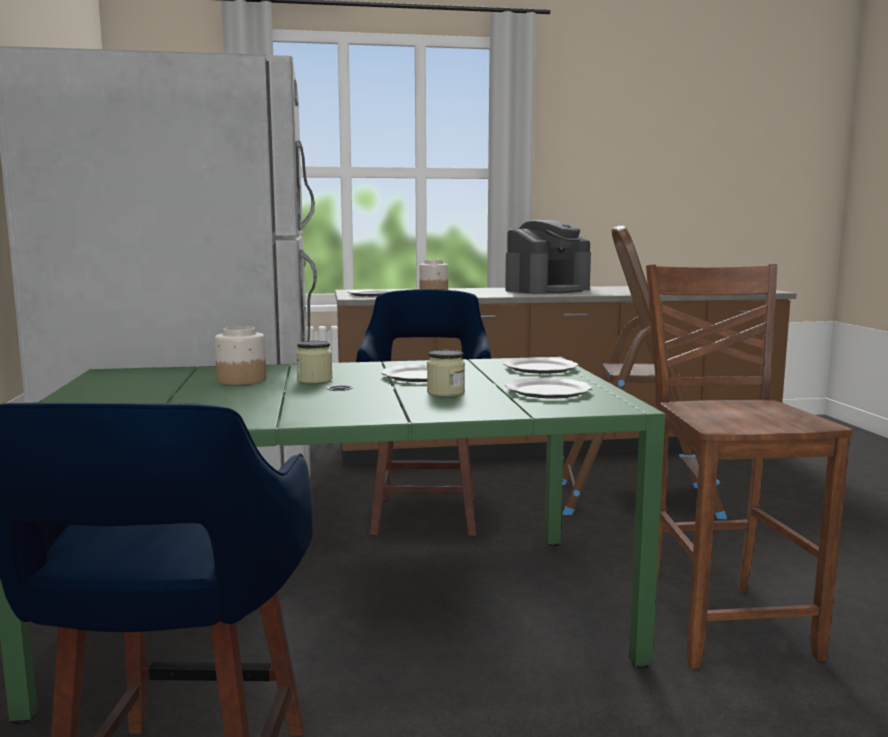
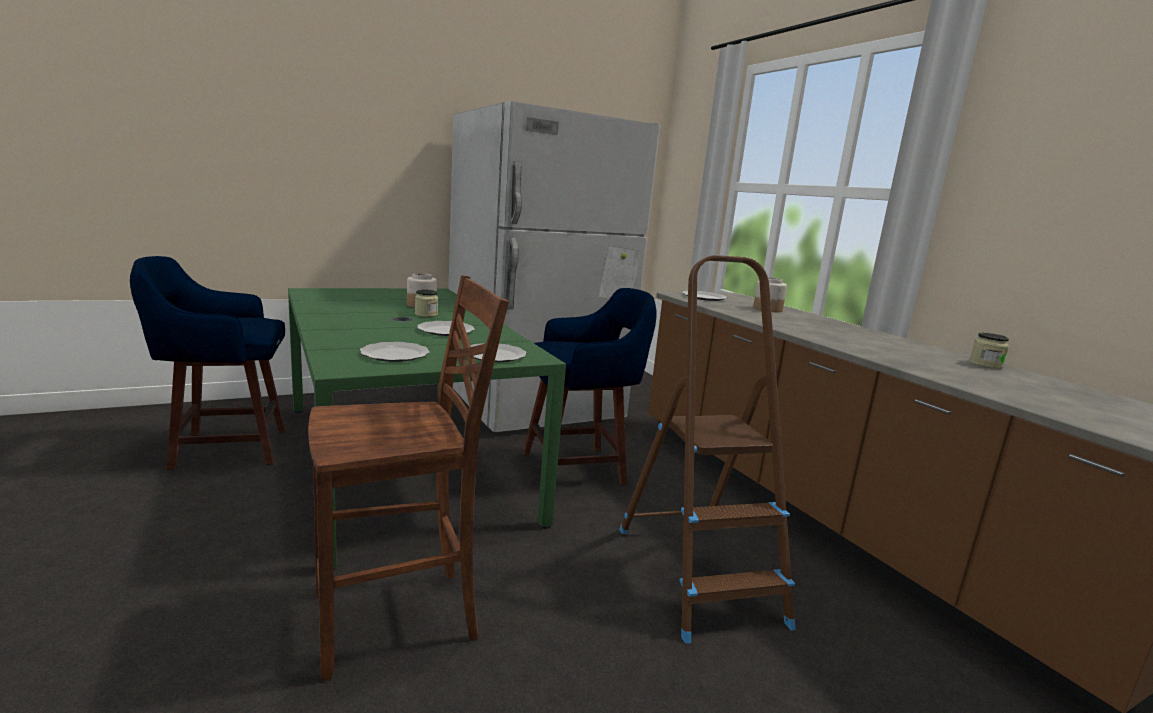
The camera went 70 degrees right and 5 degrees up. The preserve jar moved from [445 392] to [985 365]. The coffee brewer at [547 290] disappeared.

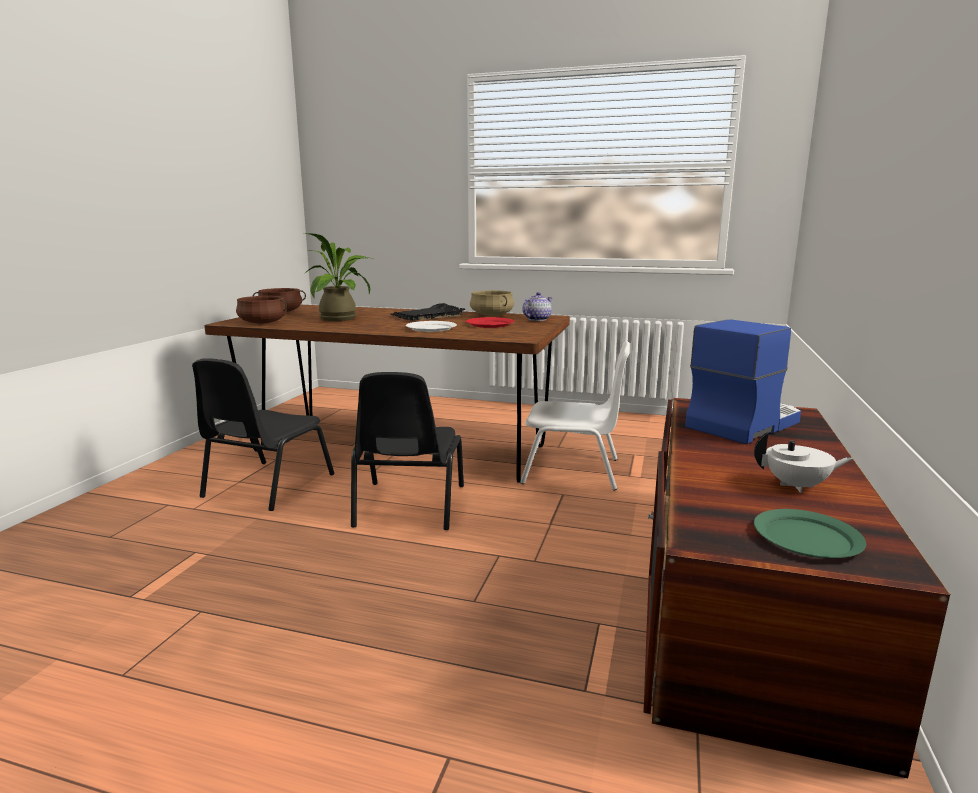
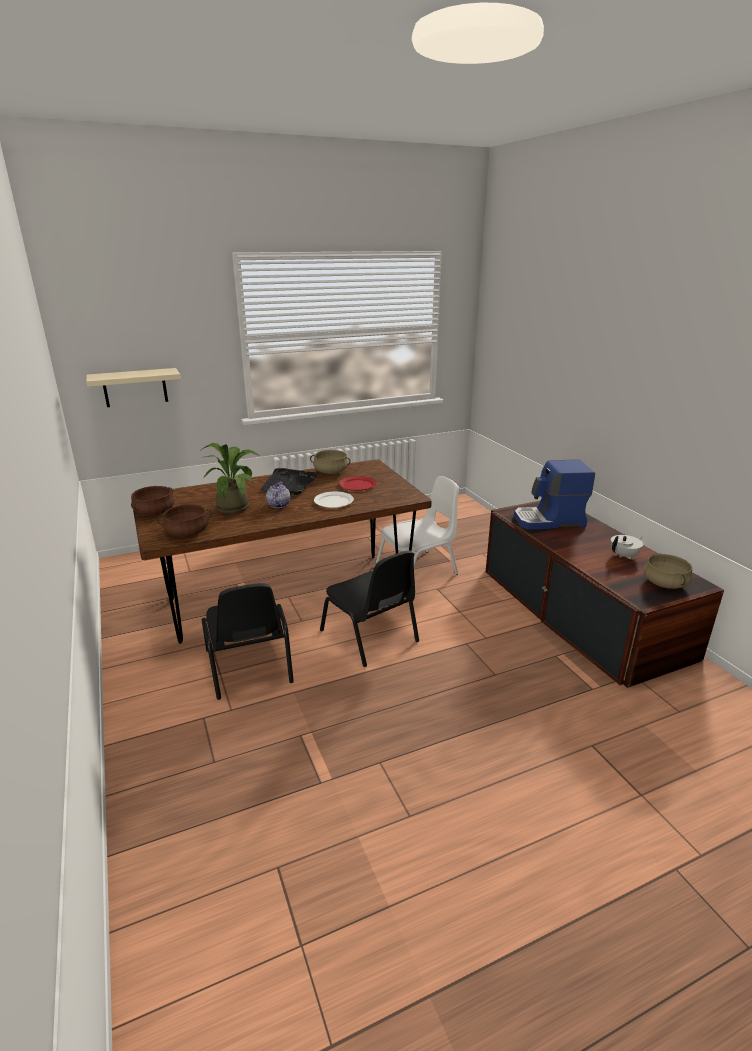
The camera went 40 degrees left and 10 degrees up. The wall shelf/beige-coloured at [135 387] appeared. The pot for tea moved from [537 319] to [278 505]. The coffee brewer at [742 424] turned 105 degrees counterclockwise. The plate/green-coloured at [807 538] was replaced by the stockpot/beige-coloured at [665 583].

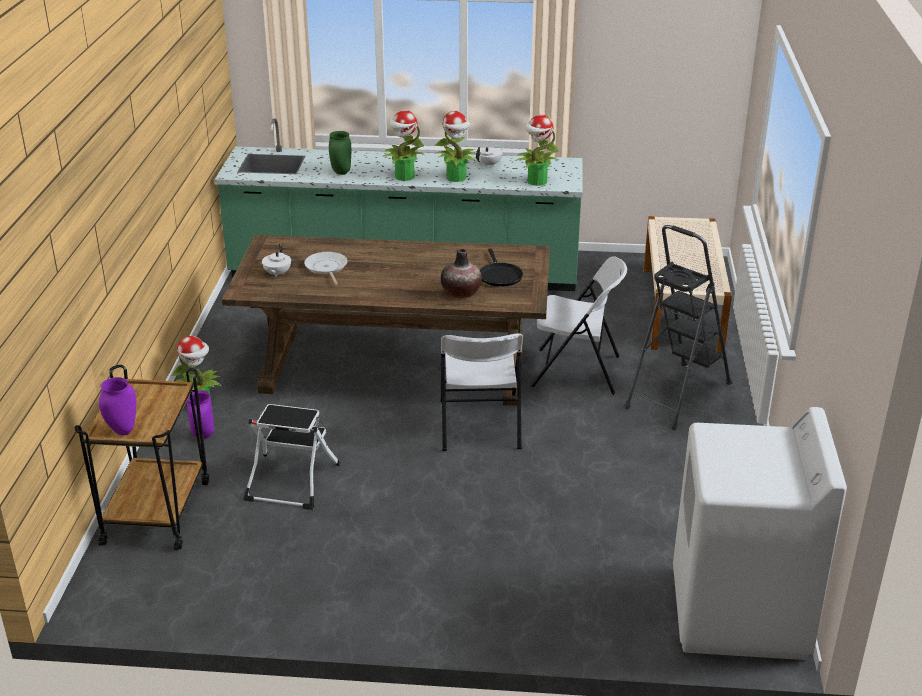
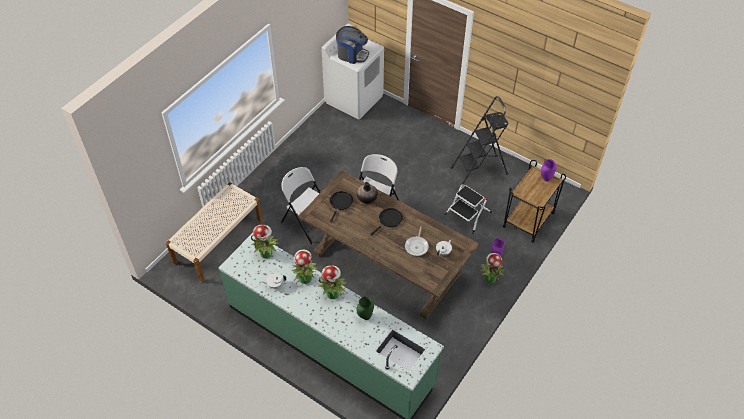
The camera went 150 degrees left and 20 degrees up. The coffee brewer at [352 55] appeared. The skillet/black at [389 220] appeared. The step ladder moved from [677 395] to [480 170].

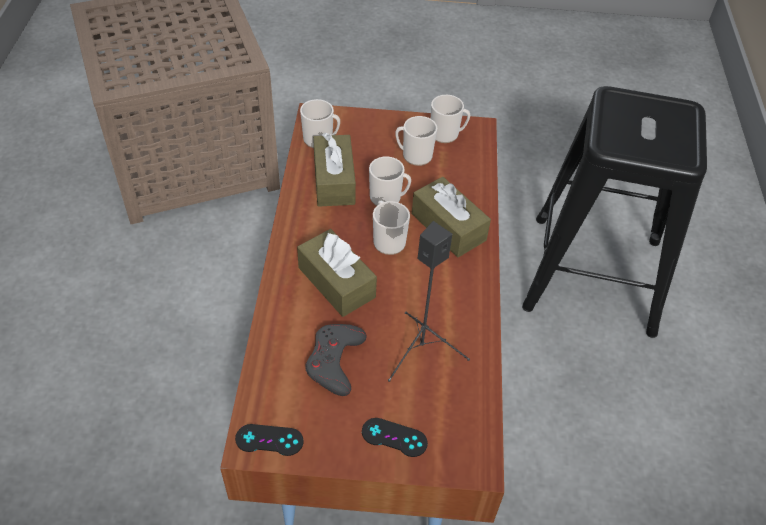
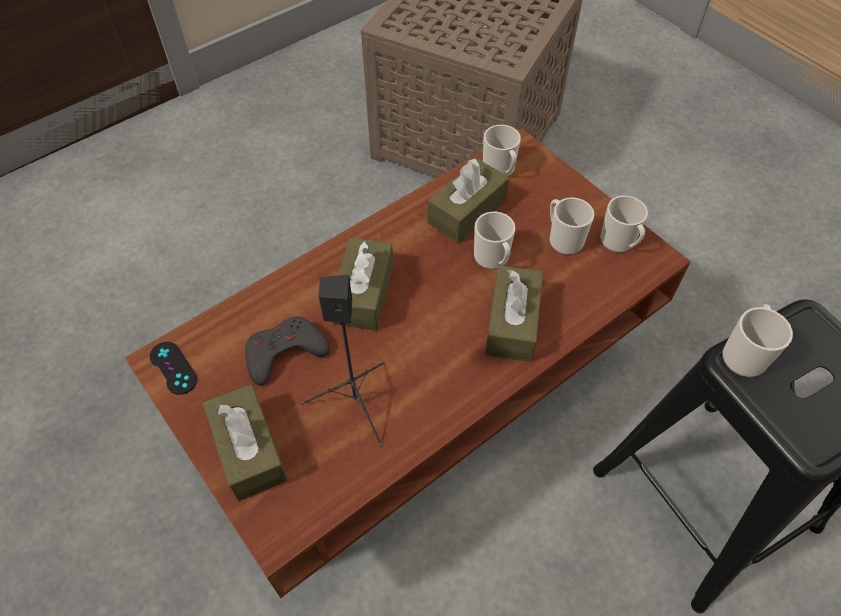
The camera went 50 degrees right and 5 degrees up. The joypad/black at [394 437] was replaced by the box of tissues/brown-coloured at [249 450]. The tea mug moved from [387 240] to [744 354].

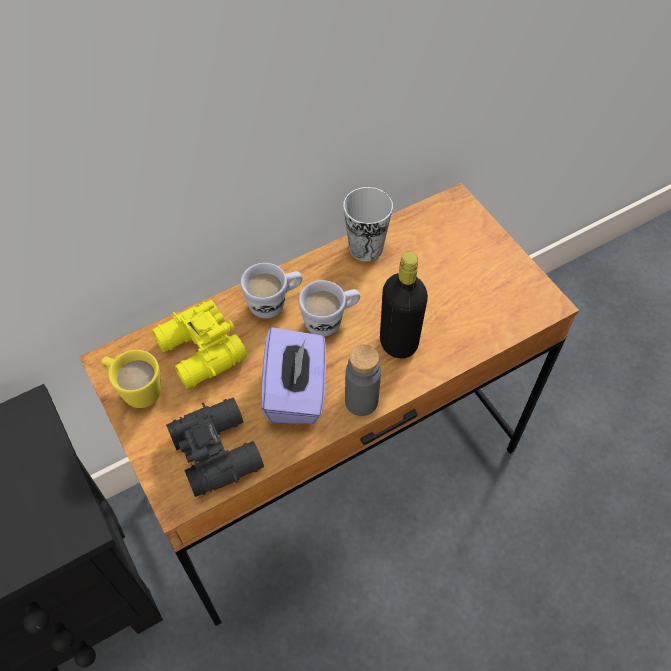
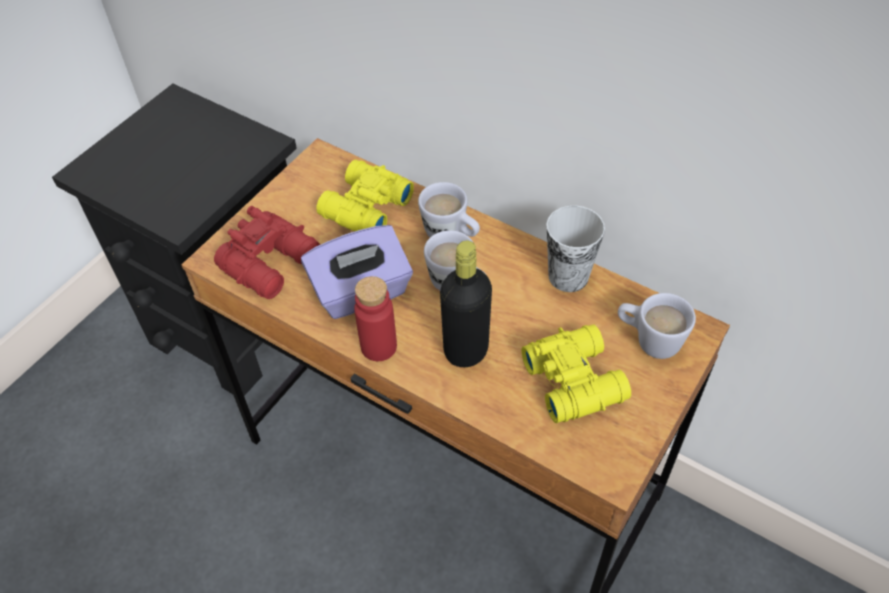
The camera went 65 degrees right and 5 degrees down. The pair of binoculars/black at [218 449] became the pair of binoculars/reddish at [273 263]. The drink bottle/gray at [361 401] became the drink bottle/reddish at [378 346]. The pair of binoculars/yellow-coloured at [574 379] appeared. The tea mug/white at [648 340] appeared. The tea mug/yellow-coloured at [135 389] disappeared.

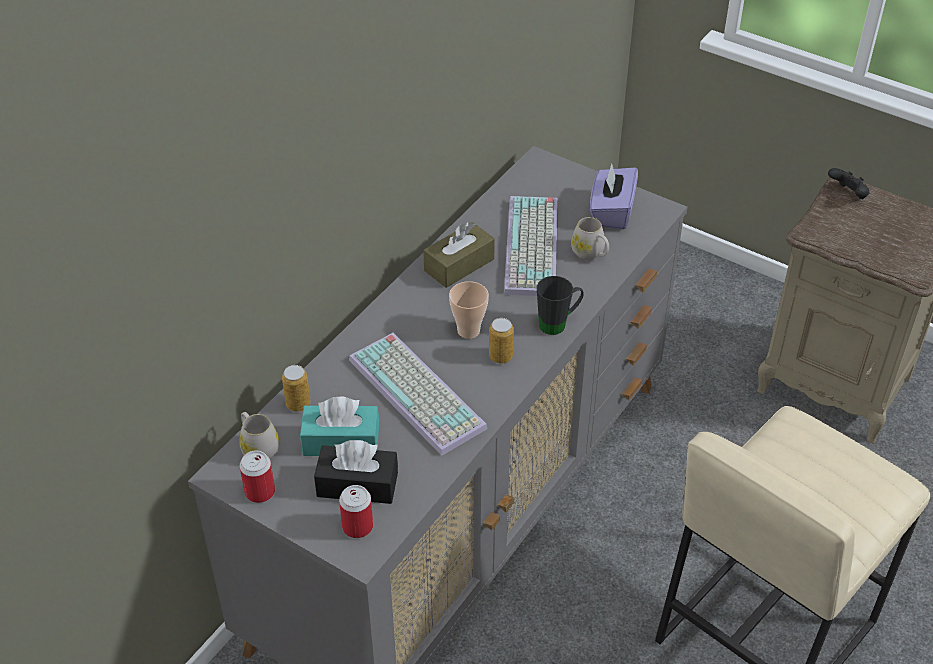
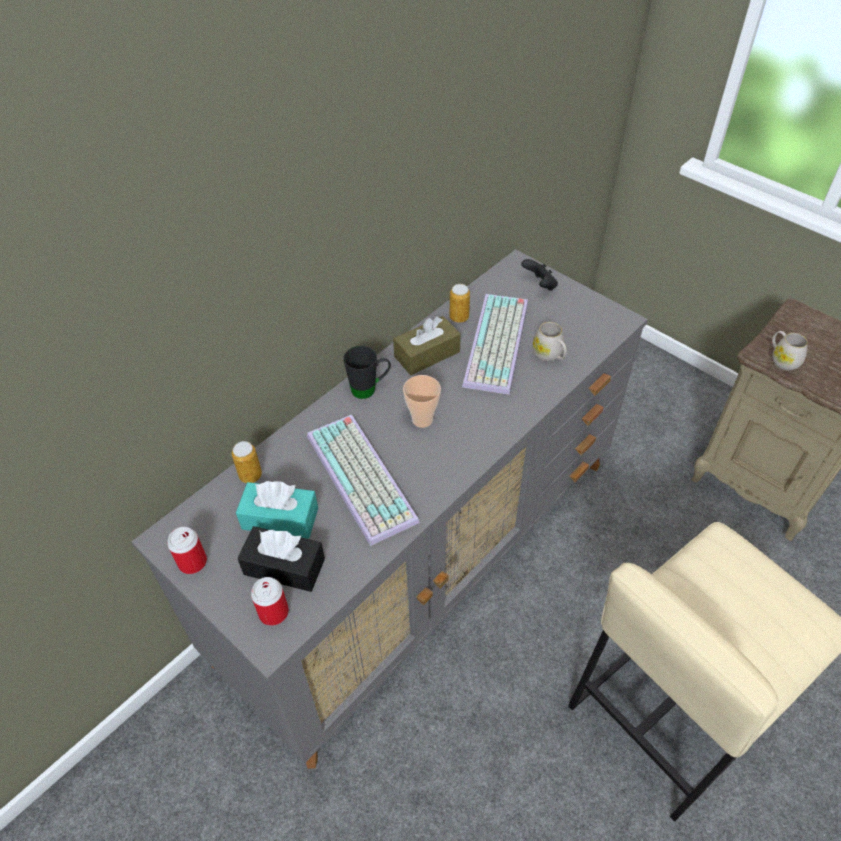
The camera went 10 degrees right and 5 degrees up. The tea mug/black moved from [558 323] to [369 389]. The metal can moved from [500 356] to [459 317]. The joypad/black moved from [848 194] to [540 285]. The tea mug/white moved from [258 447] to [782 359]. The box of tissues/purple-coloured at [611 212] disappeared.

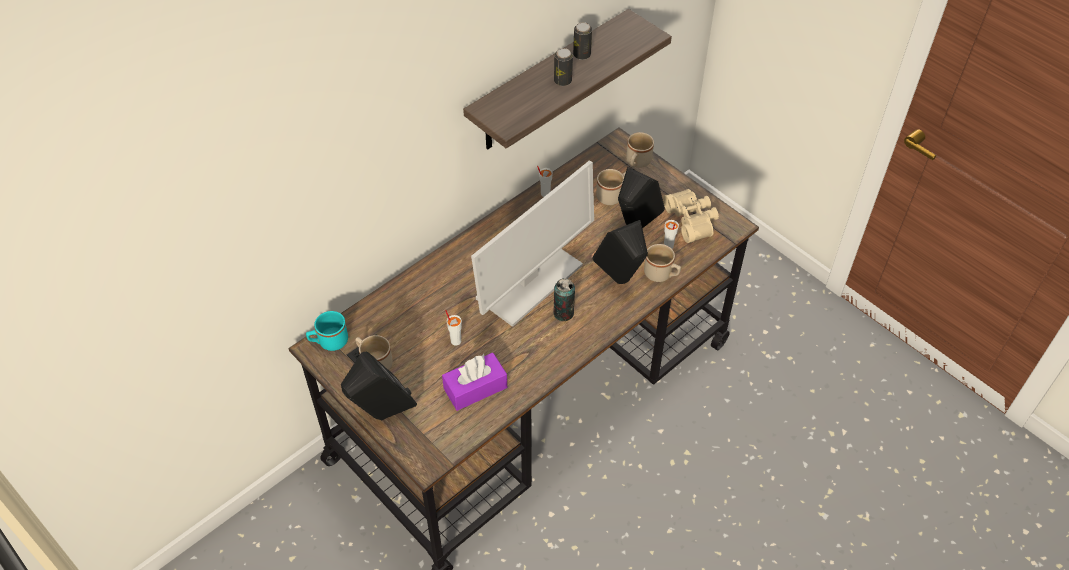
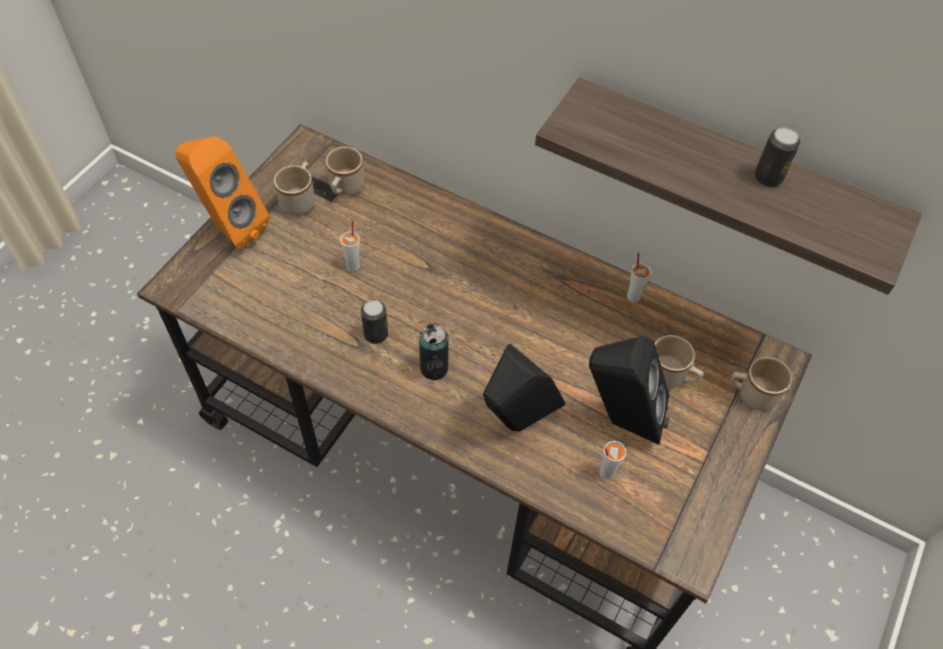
The camera went 70 degrees right and 5 degrees up. The audio speaker/black at [382 415] became the audio speaker/orange at [230 227]. The tea mug/beige-coloured moved from [661 275] to [344 188]. The metal can moved from [562 81] to [376 334]. The tea mug/turquoise at [329 342] disappeared. The box of tissues/purple-coloured at [475 388] disappeared. The computer display at [529 283] disappeared. The pair of binoculars/beige-coloured at [692 220] disappeared.

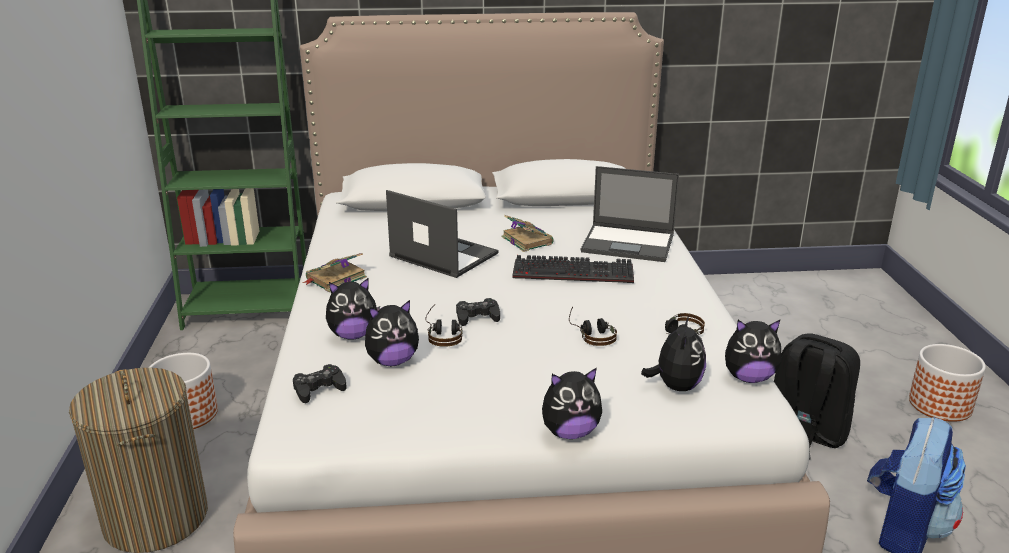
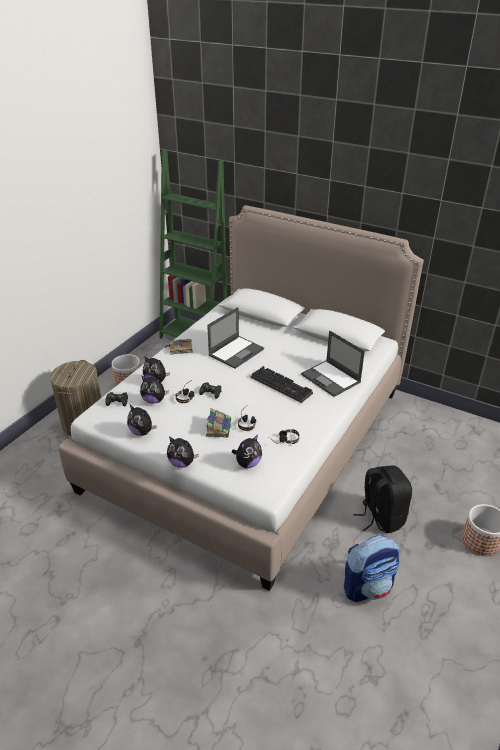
The camera went 35 degrees right and 10 degrees up. The soft toy moved from [748 377] to [142 432]. The book moved from [526 240] to [218 427]. The notebook computer at [442 254] turned 60 degrees clockwise.

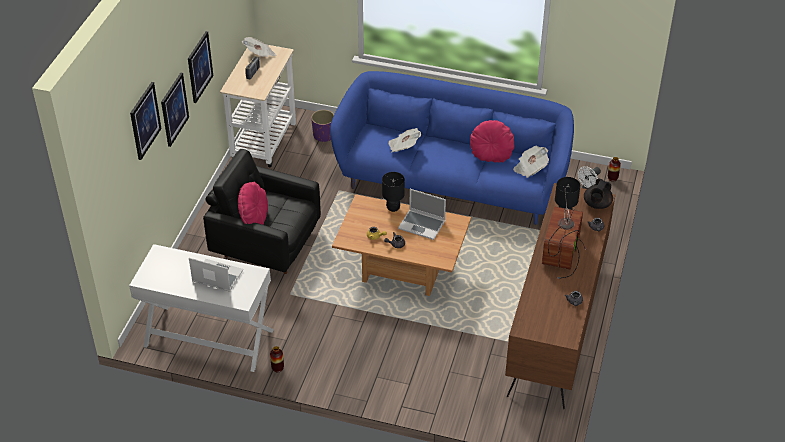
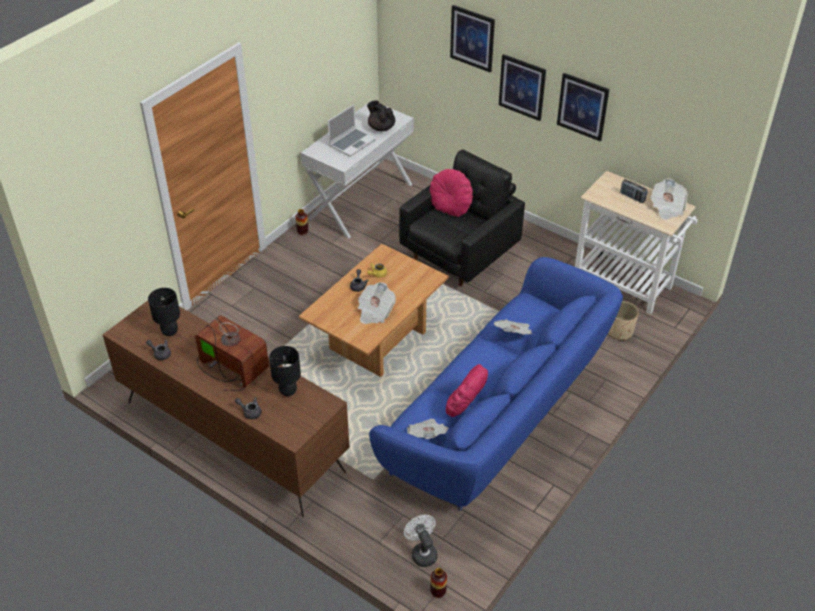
The camera went 110 degrees right and 0 degrees up. The tabletop lamp/black moved from [393 208] to [169 332]. The notebook computer at [422 225] was replaced by the newspaper at [375 312]. The pot for tea/black moved from [597 204] to [381 127]. The flower pot/purple-coloured at [324 135] became the flower pot/beige-coloured at [620 331].

